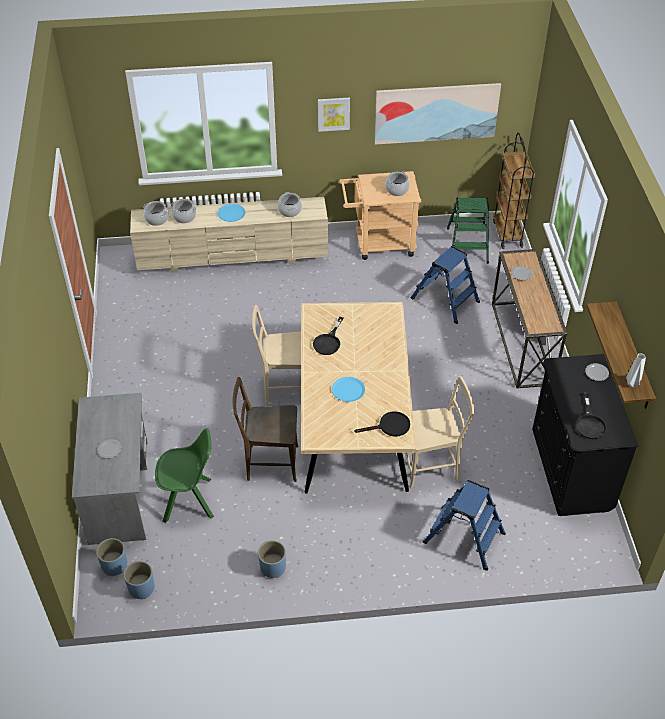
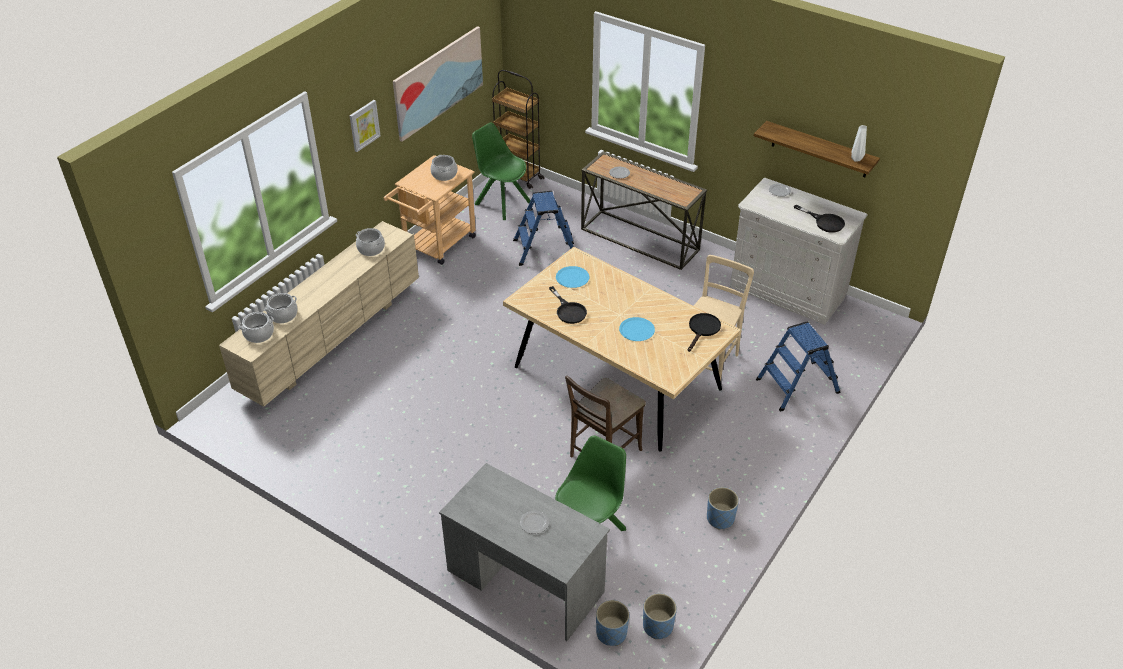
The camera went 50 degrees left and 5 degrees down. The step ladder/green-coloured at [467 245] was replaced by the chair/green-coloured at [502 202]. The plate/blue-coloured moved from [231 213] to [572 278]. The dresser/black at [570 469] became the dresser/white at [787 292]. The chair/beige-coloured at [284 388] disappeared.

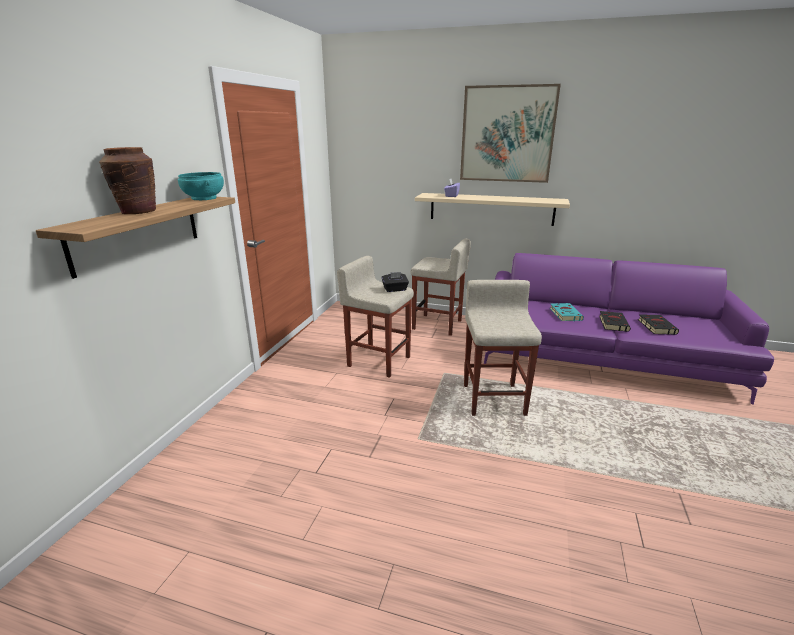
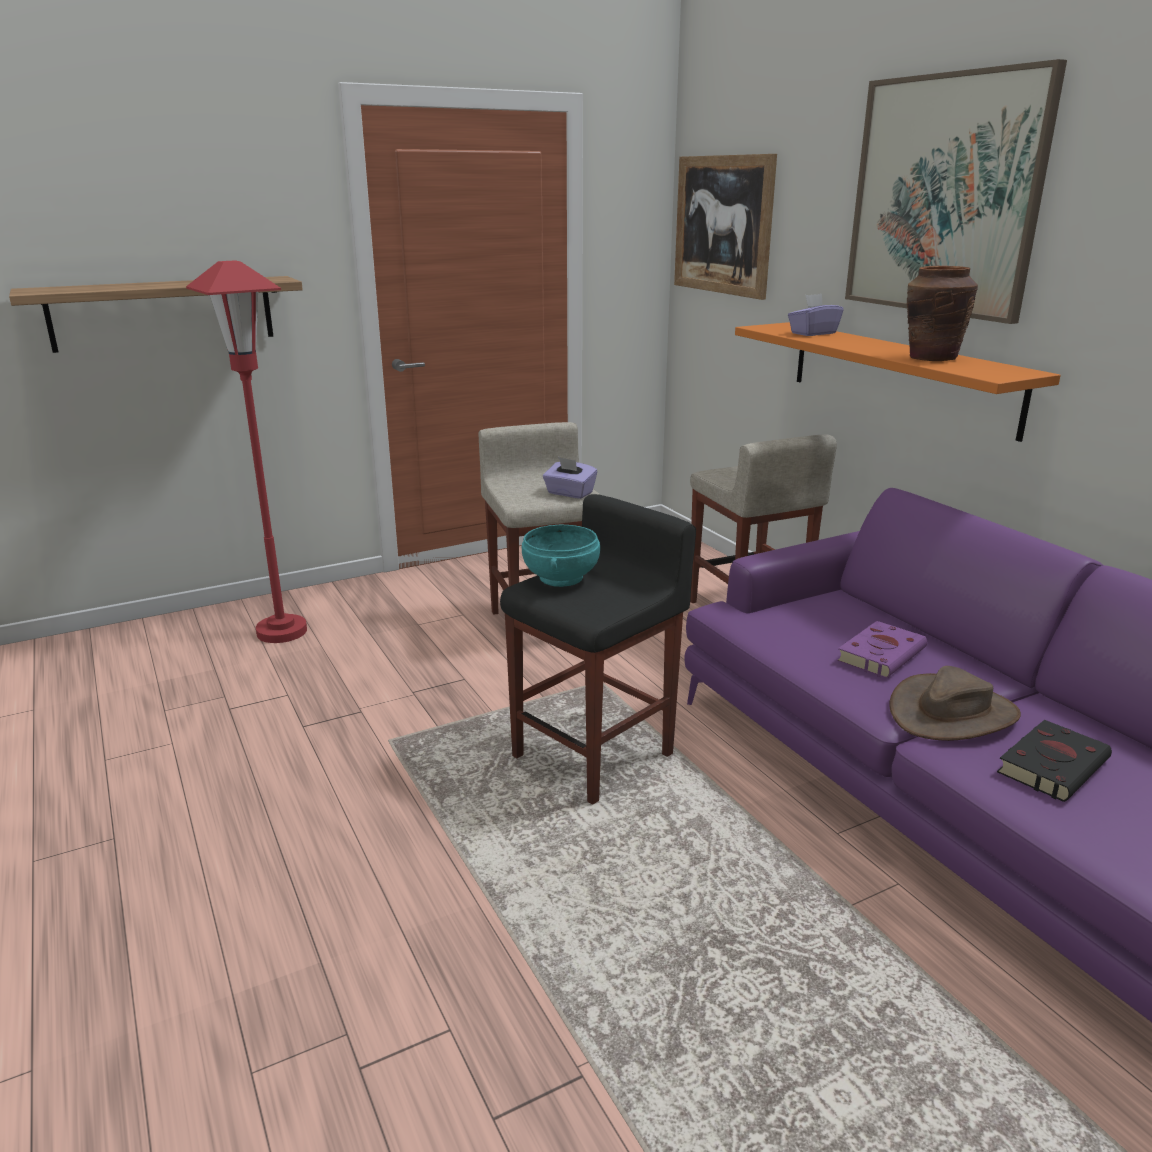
The camera went 45 degrees right and 0 degrees up. The standard lamp/reddish at [282 631] appeared. The sitting stool/beige-coloured at [493 399] became the sitting stool/black at [595 755]. The serving bowl/turquoise moved from [204 198] to [562 578]. The box of tissues/black at [395 289] became the box of tissues/purple-coloured at [569 493]. The wall art at [723 225] appeared. The wall shelf/beige-coloured at [491 209] became the wall shelf/orange at [900 376]. The book/turquoise at [564 314] became the book/purple-coloured at [882 654]. The book/black at [613 323] was replaced by the wearable hat/brown-coloured at [952 713]. The vase/brown-coloured moved from [138 212] to [931 358].

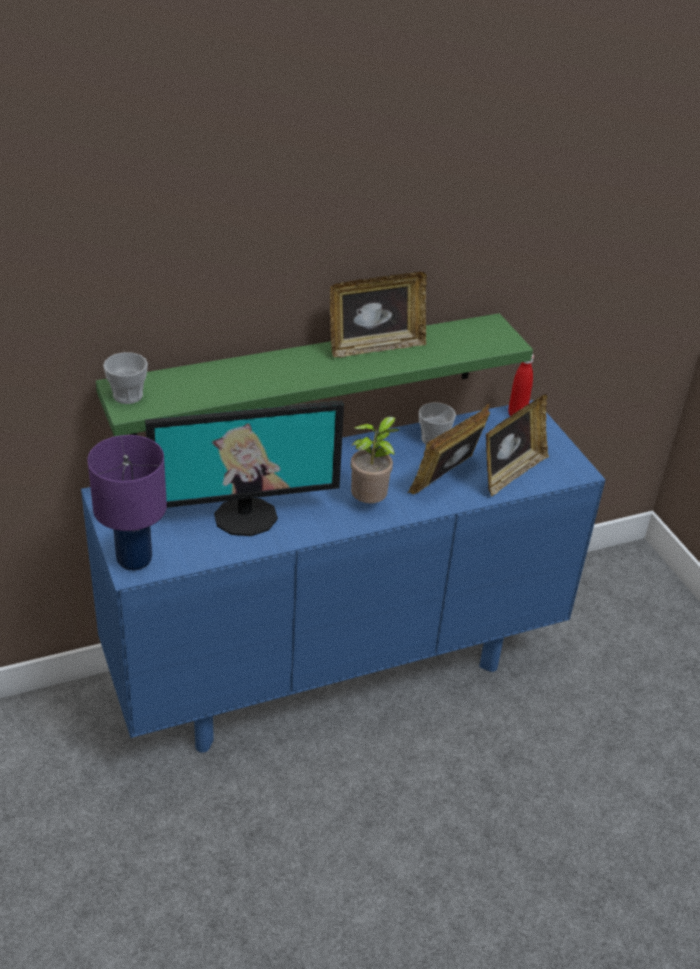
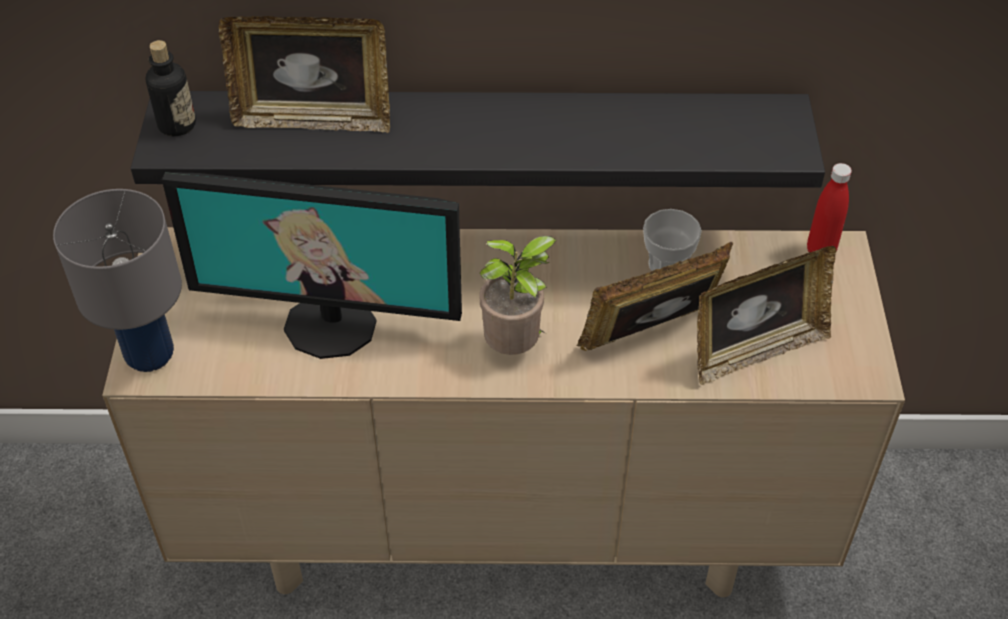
The camera went 25 degrees right and 10 degrees up. The tabletop lamp/purple-coloured at [135 561] became the tabletop lamp/gray at [150 358]. The dresser/blue-coloured at [335 671] became the dresser/beige-coloured at [504 530]. The wall shelf/green-coloured at [308 376] became the wall shelf/black at [480 135]. The small cup at [128 395] was replaced by the drink bottle at [177 125]. The picture frame moved from [375 346] to [313 119].

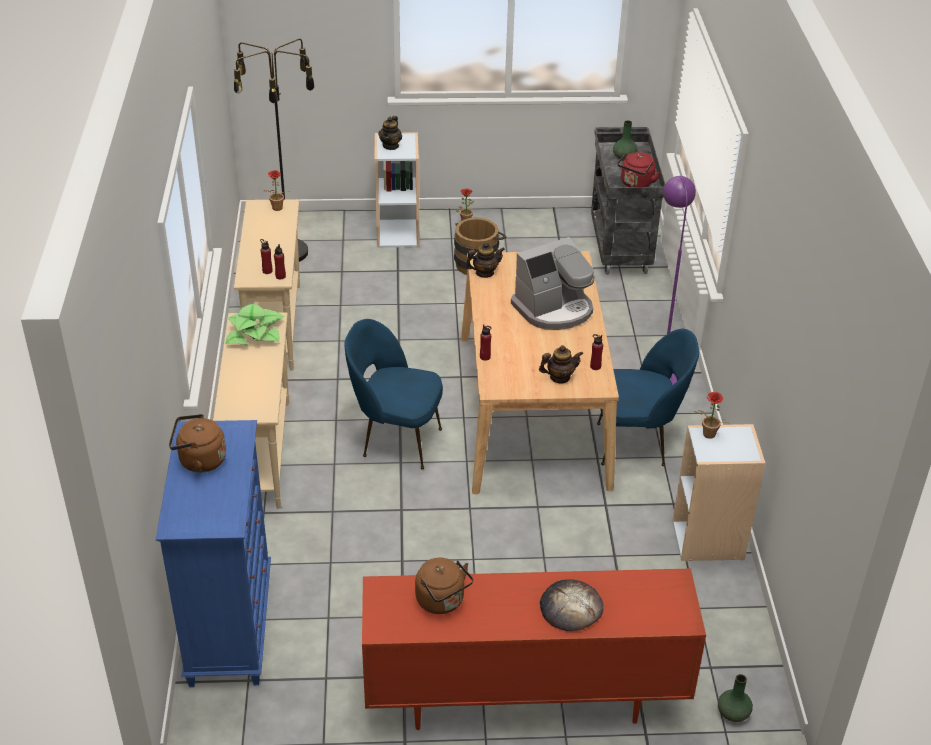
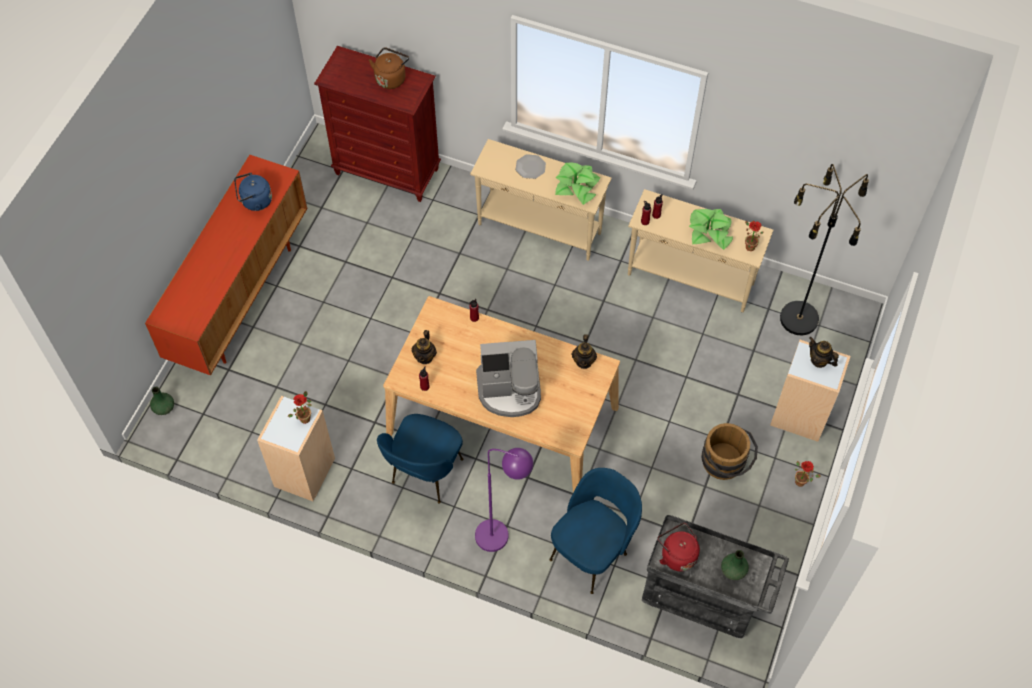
The camera went 115 degrees right and 20 degrees up. The water kettle/brown-coloured at [442 601] became the water kettle/blue-coloured at [255 201]. The dresser/blue-coloured at [230 627] became the dresser/reddish at [388 172]. The coffee brewer at [554 309] turned 90 degrees counterclockwise. The plate at [530 167] appeared. The chair/blue-coloured moved from [395 441] to [592 552]. The plant in a pot at [710 231] appeared. The baked bread at [571 607] disappeared.

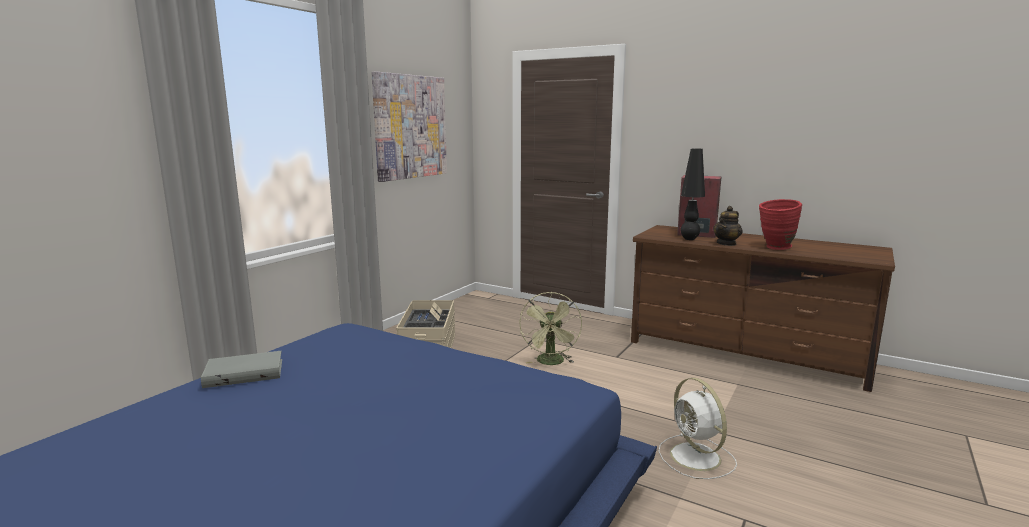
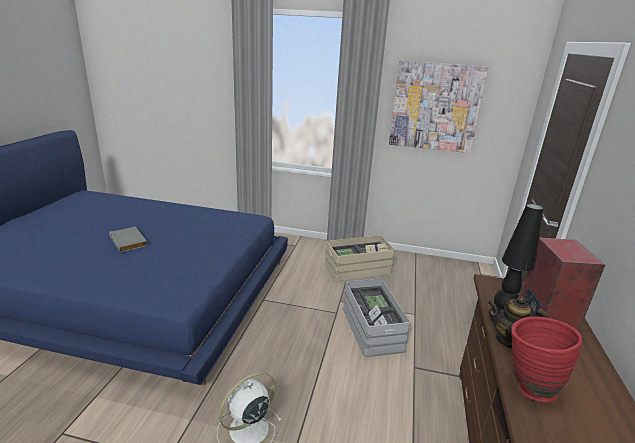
The camera went 70 degrees right and 10 degrees up. The book/gray moved from [245 372] to [129 241]. The cooling fan/green-coloured at [551 363] was replaced by the storage bin/gray at [373 328].

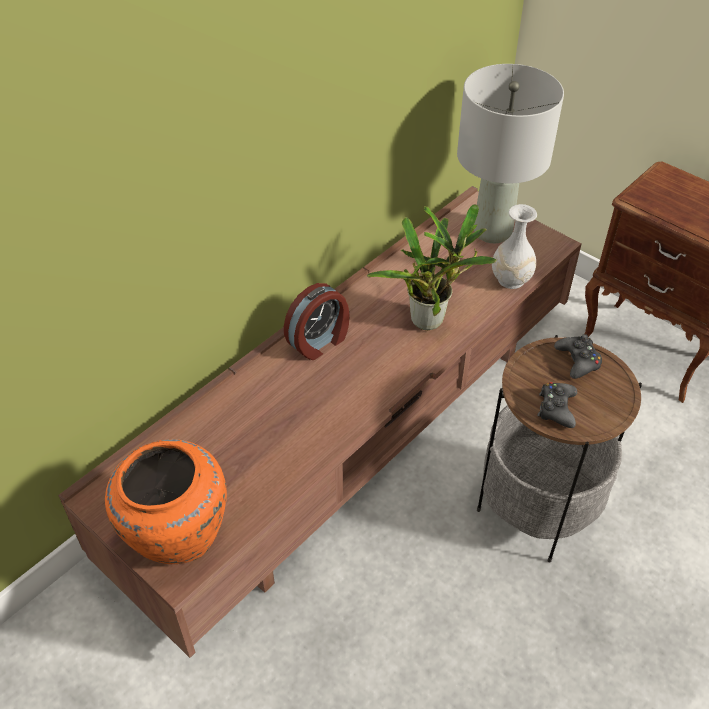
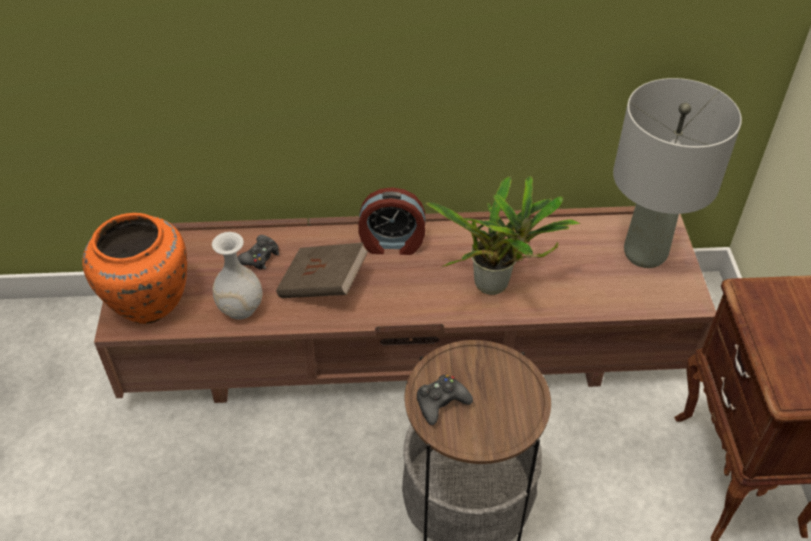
The camera went 45 degrees right and 0 degrees up. The vase/white moved from [510 280] to [240 308]. The joypad/black moved from [578 361] to [260 257]. The book/brown-coloured at [323 285] appeared.

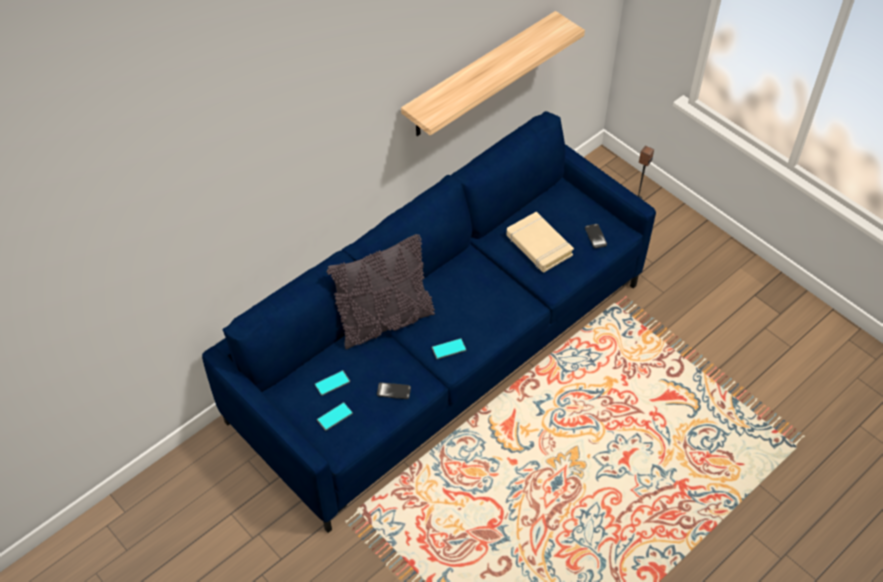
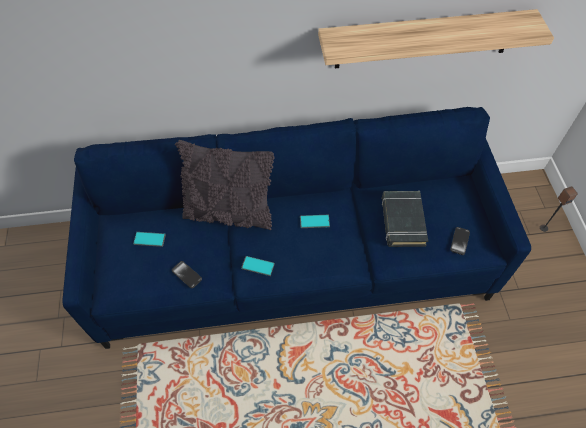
The camera went 35 degrees right and 5 degrees up. The phone moved from [334 417] to [314 221]. The book/beige-coloured at [538 245] became the book/black at [402 221].

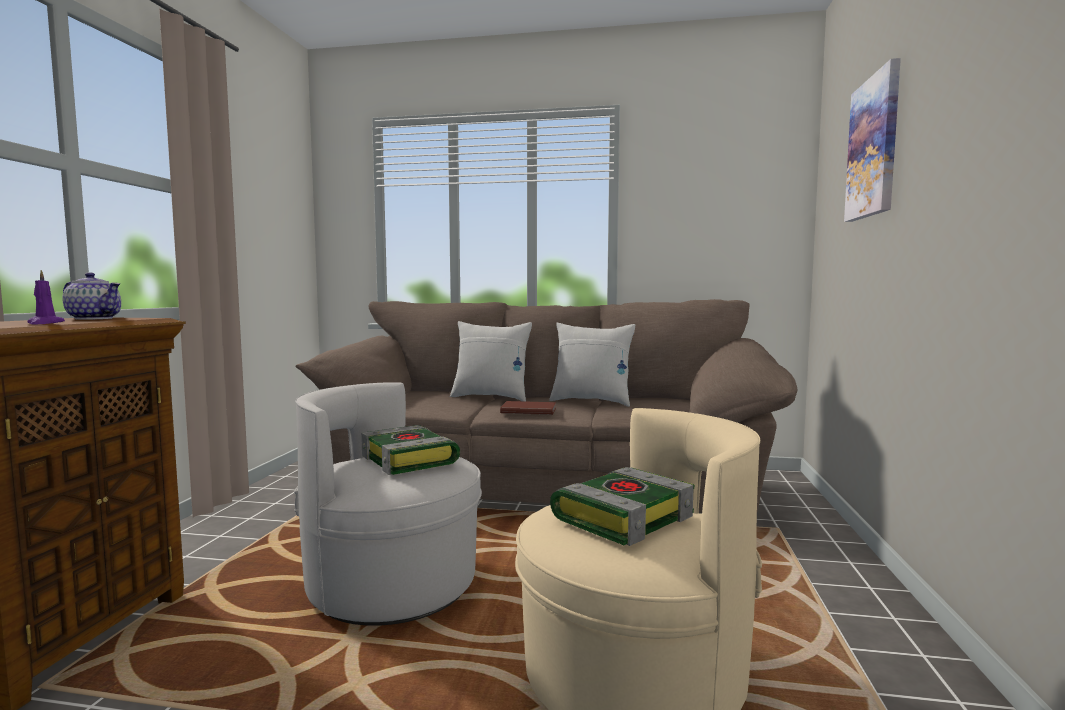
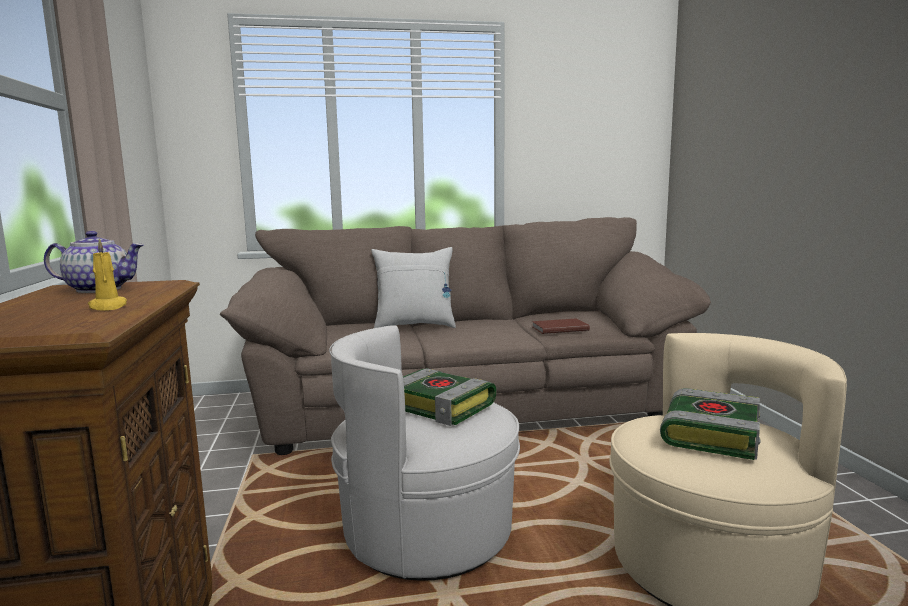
The camera went 20 degrees left and 5 degrees up. The wax candle/purple-coloured at [45 323] became the wax candle/yellow-coloured at [108 307]. The book/brown-coloured moved from [528 410] to [559 328]. The pillow/gray at [591 402] disappeared. The wall art at [874 147] disappeared.

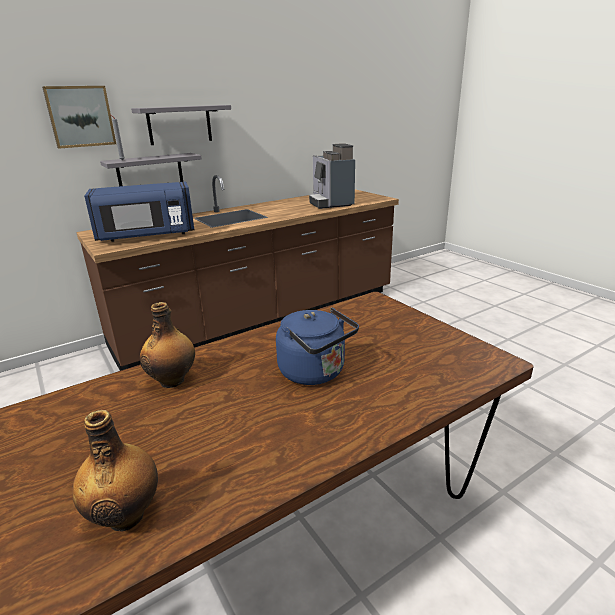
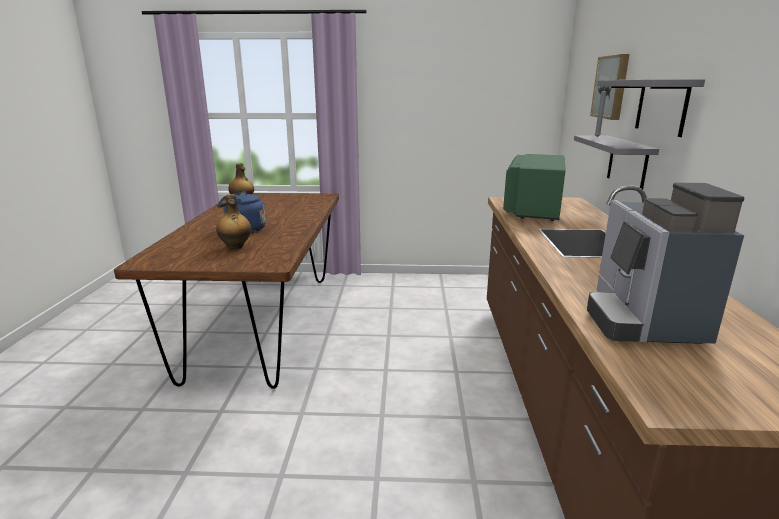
The camera went 125 degrees right and 5 degrees down. The drink bottle moved from [173 380] to [235 247]. The kitchen microwave/blue-coloured at [146 235] became the kitchen microwave/green-coloured at [533 209]. The coffee brewer at [330 203] turned 105 degrees counterclockwise.

